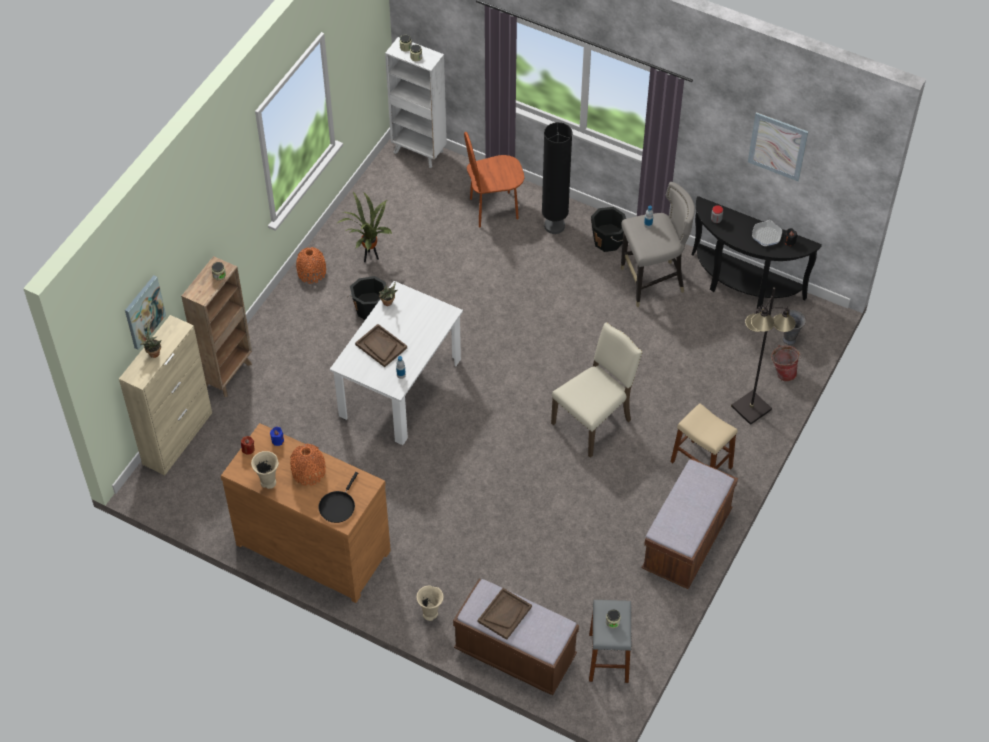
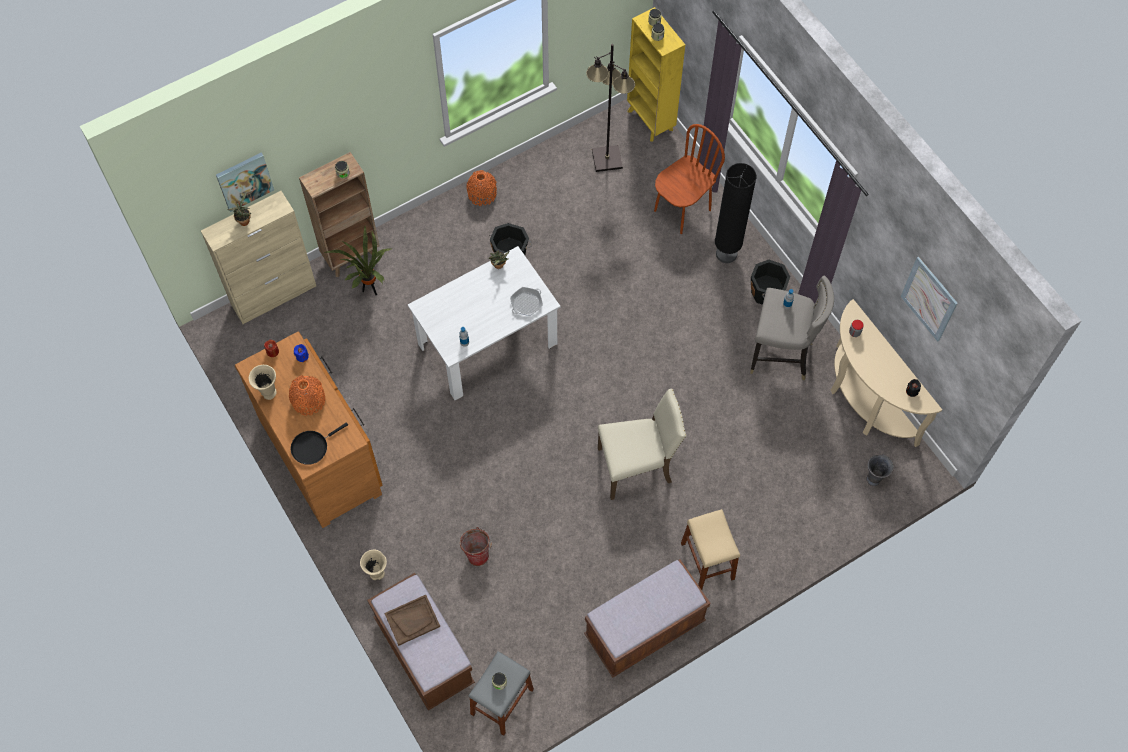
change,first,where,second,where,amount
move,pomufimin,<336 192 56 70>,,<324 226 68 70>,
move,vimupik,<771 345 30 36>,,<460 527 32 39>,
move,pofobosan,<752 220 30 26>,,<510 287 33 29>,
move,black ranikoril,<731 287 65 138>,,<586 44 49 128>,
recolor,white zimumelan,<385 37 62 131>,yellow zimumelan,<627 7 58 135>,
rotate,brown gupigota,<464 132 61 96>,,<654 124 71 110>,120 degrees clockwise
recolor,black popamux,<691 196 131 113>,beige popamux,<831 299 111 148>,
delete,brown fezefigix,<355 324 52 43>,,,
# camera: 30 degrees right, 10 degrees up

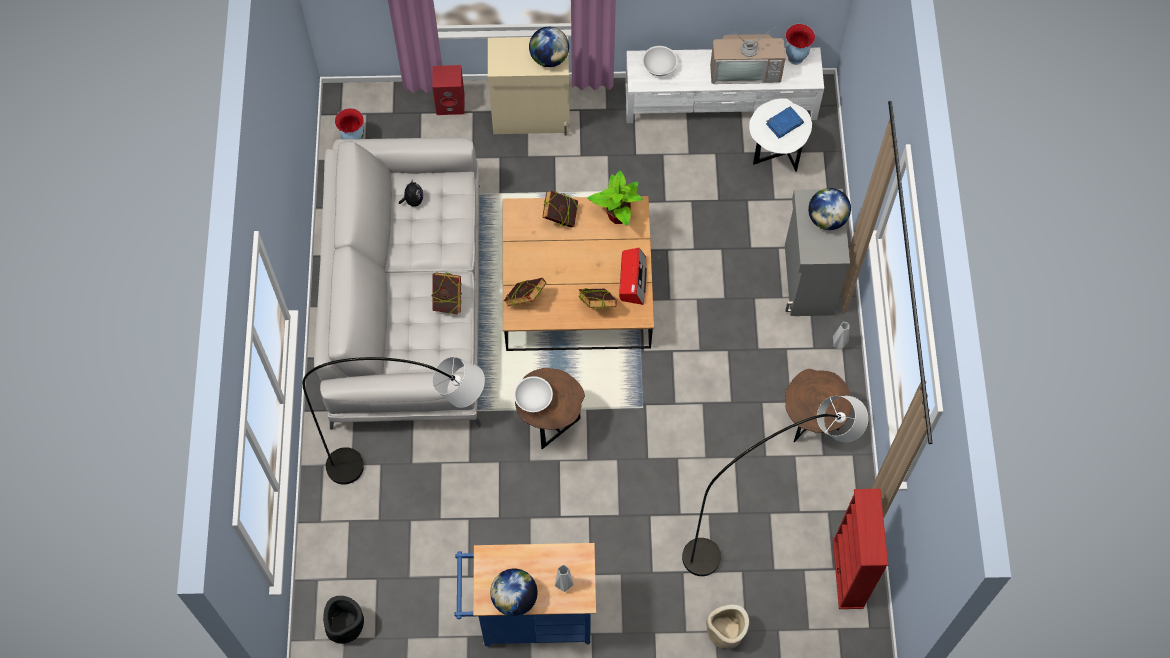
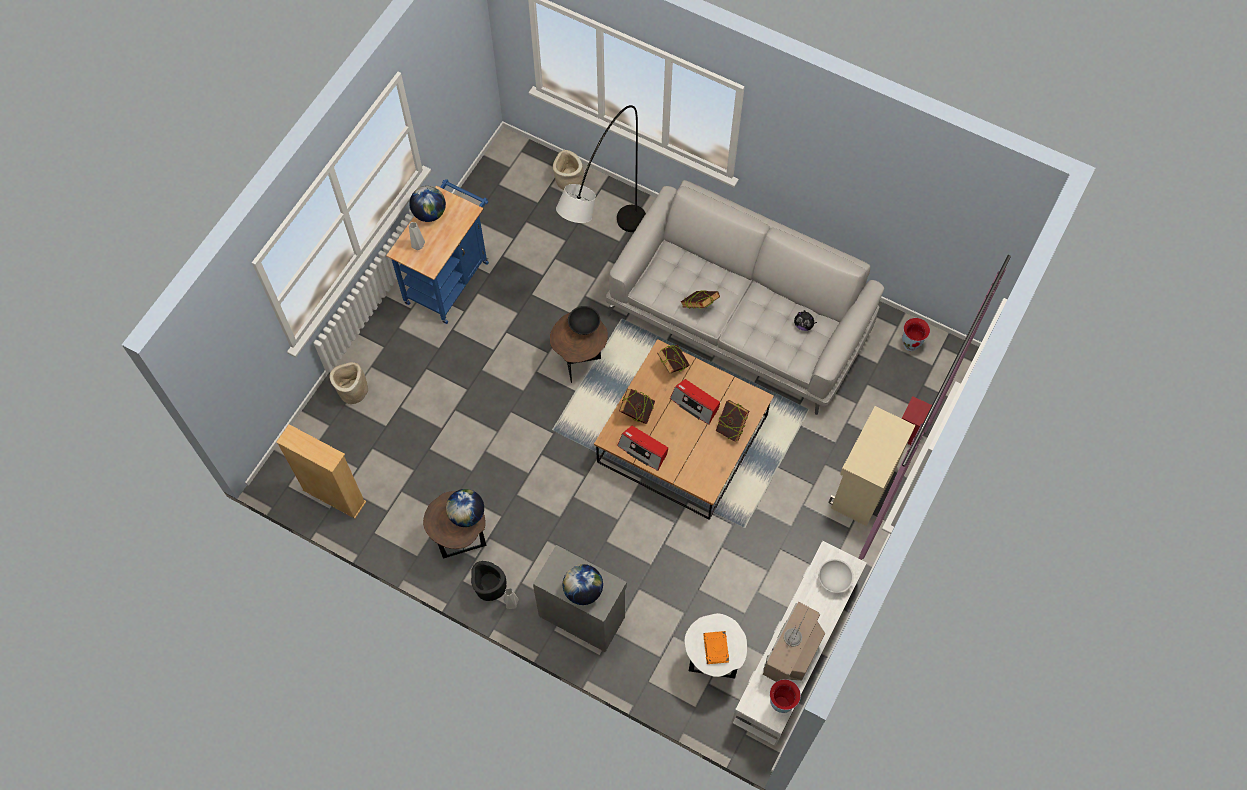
change,first,where,second,where,amount
recolor,red zimumelan,<833 489 55 120>,beige zimumelan,<276 424 91 95>,
move,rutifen,<529 27 40 40>,,<446 489 38 38>,
move,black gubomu,<323 596 41 48>,,<471 561 35 40>,
insert,,,beige gubomu,<553 150 31 40>,
recolor,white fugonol,<514 376 39 36>,black fugonol,<568 306 32 29>,
insert,,,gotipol,<670 379 50 46>,
recolor,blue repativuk,<766 106 38 32>,orange repativuk,<703 631 26 33>,
delete,pomufimin,<587 170 56 56>,,,
delete,grey ranikoril,<682 396 186 180>,,,
# camera: 120 degrees right, 0 degrees up

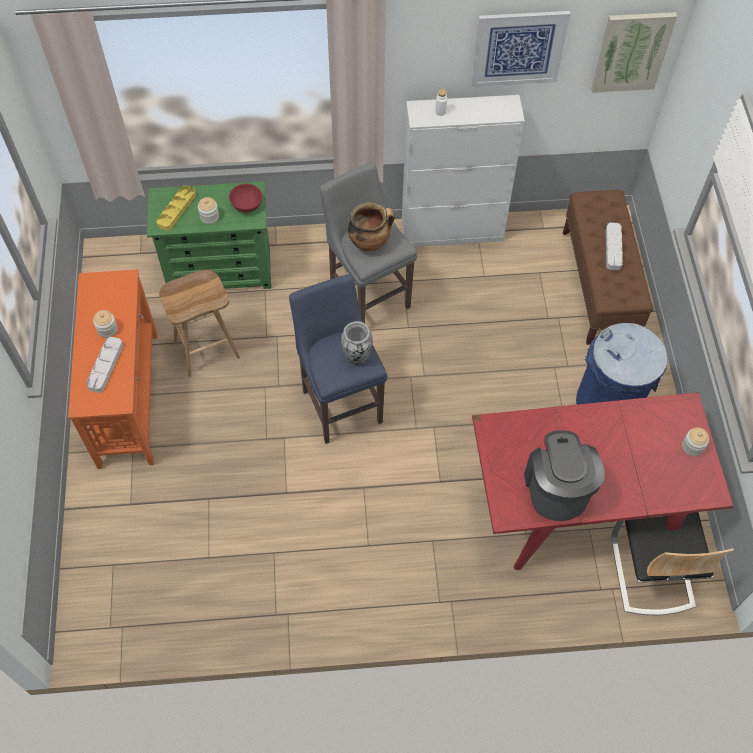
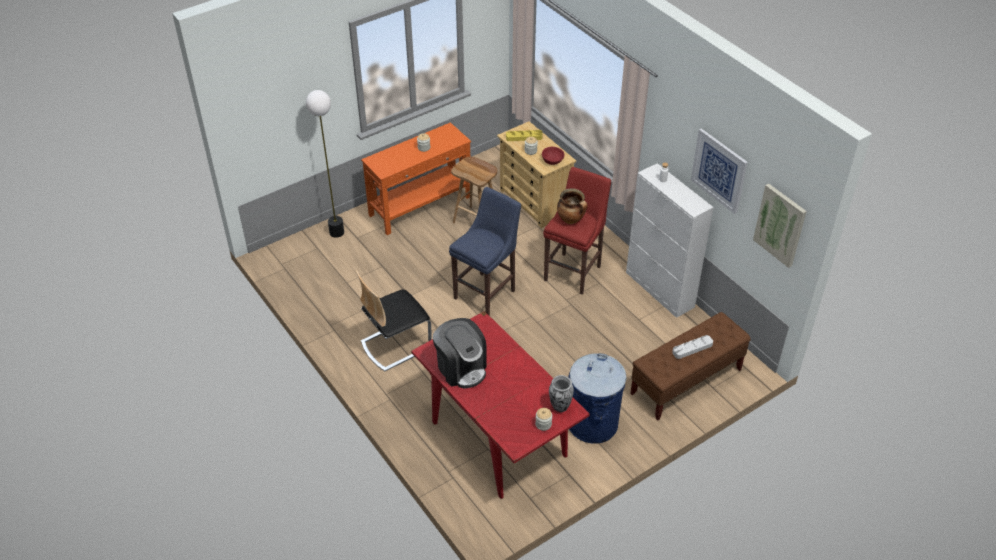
change,first,where,second,where,amount
insert,,,ranikoril,<306 90 38 148>,
move,gupigota,<611 512 123 104>,,<356 271 76 101>,
rotate,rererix,<524 430 81 91>,,<433 318 54 70>,90 degrees clockwise
recolor,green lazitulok,<147 181 124 108>,beige lazitulok,<497 121 79 107>,
recolor,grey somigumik,<320 162 97 161>,red somigumik,<543 167 68 128>,
move,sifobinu,<341 321 32 44>,,<549 375 25 37>,
delete,grey fezefigix,<86 337 37 56>,,,
# camera: 60 degrees right, 15 degrees down

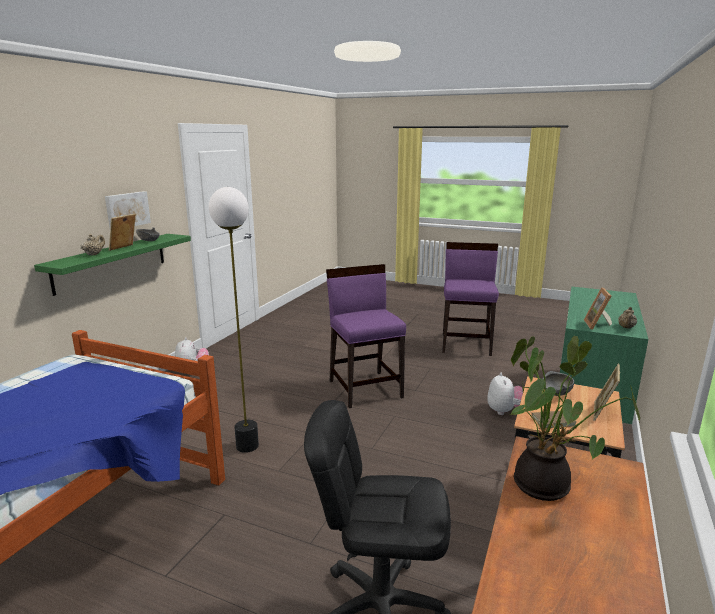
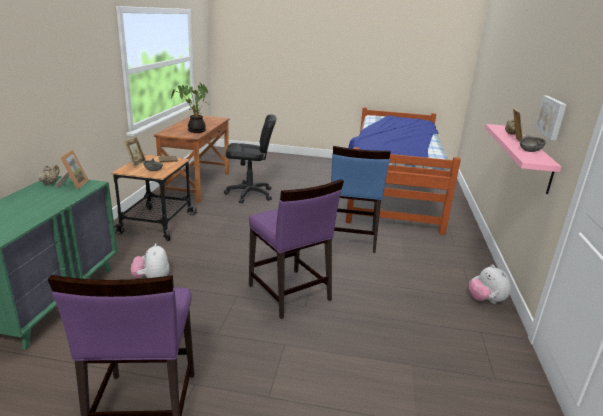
change,first,where,second,where,amount
replace,ranikoril,<209 187 50 266>,blue gupigota,<331 146 60 107>,
recolor,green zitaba,<34 234 157 62>,pink zitaba,<485 124 77 70>,
# camera: 165 degrees right, 5 degrees up

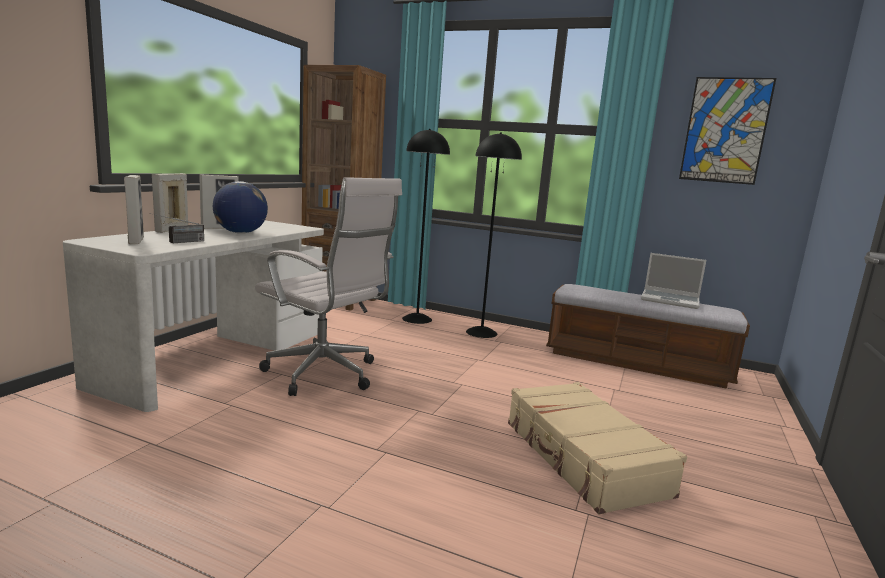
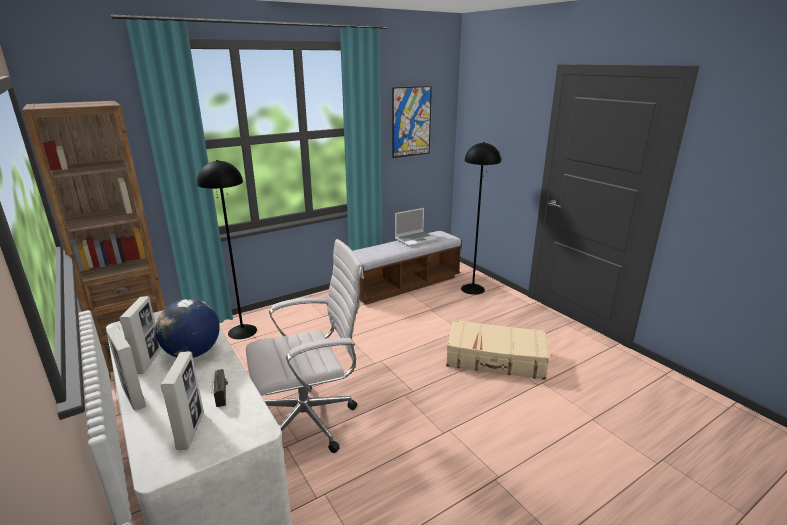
change,first,where,second,where,amount
rotate,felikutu,<124 175 20 69>,,<161 351 43 99>,75 degrees clockwise
move,black ranikoril,<466 132 56 206>,,<461 142 40 153>,
# camera: 55 degrees left, 10 degrees up

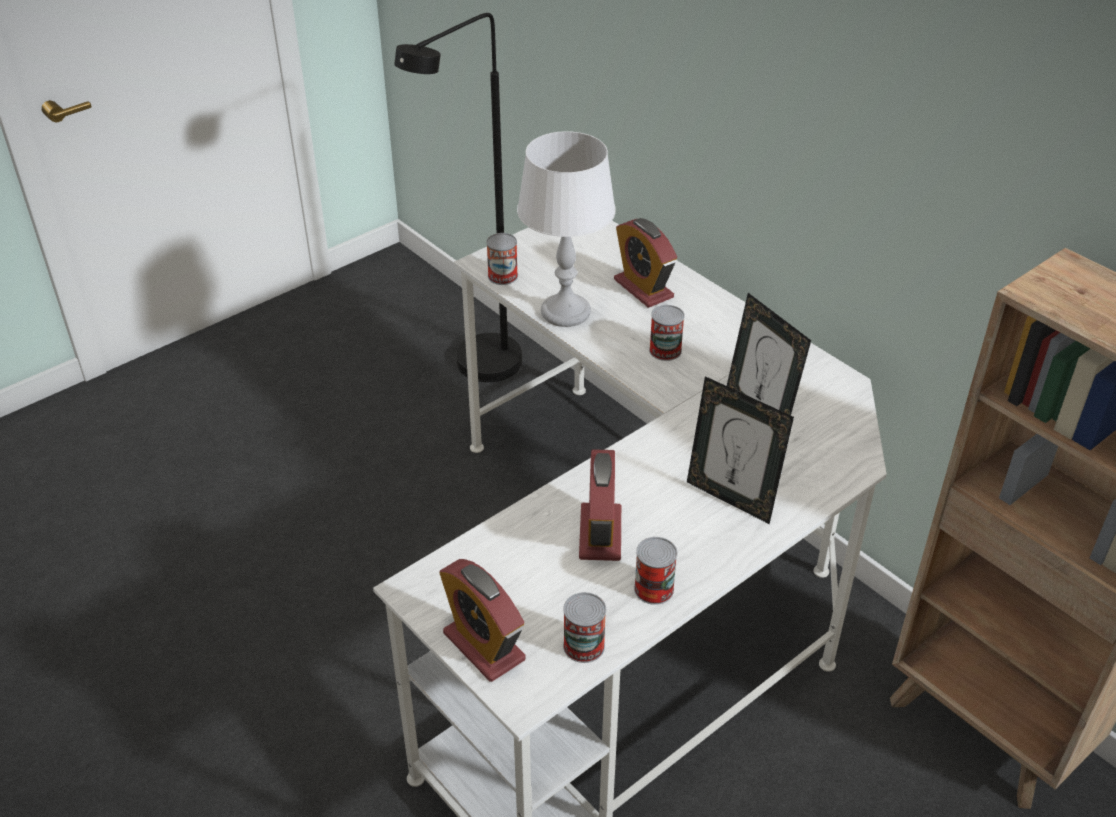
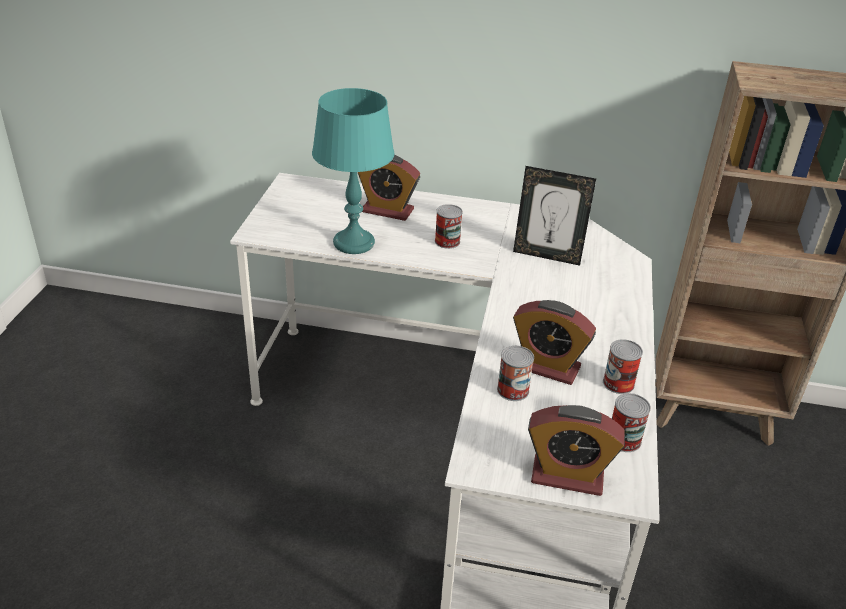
change,first,where,second,where,amount
recolor,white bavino,<517 131 99 196>,turquoise bavino,<312 88 82 166>,
move,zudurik,<486 233 32 52>,,<497 346 37 55>,
rotate,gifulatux,<579 449 42 112>,,<513 300 83 85>,150 degrees clockwise
delete,black ranikoril,<394 13 128 369>,,,
delete,felikutu,<687 376 107 148>,,,
# camera: 40 degrees left, 5 degrees down

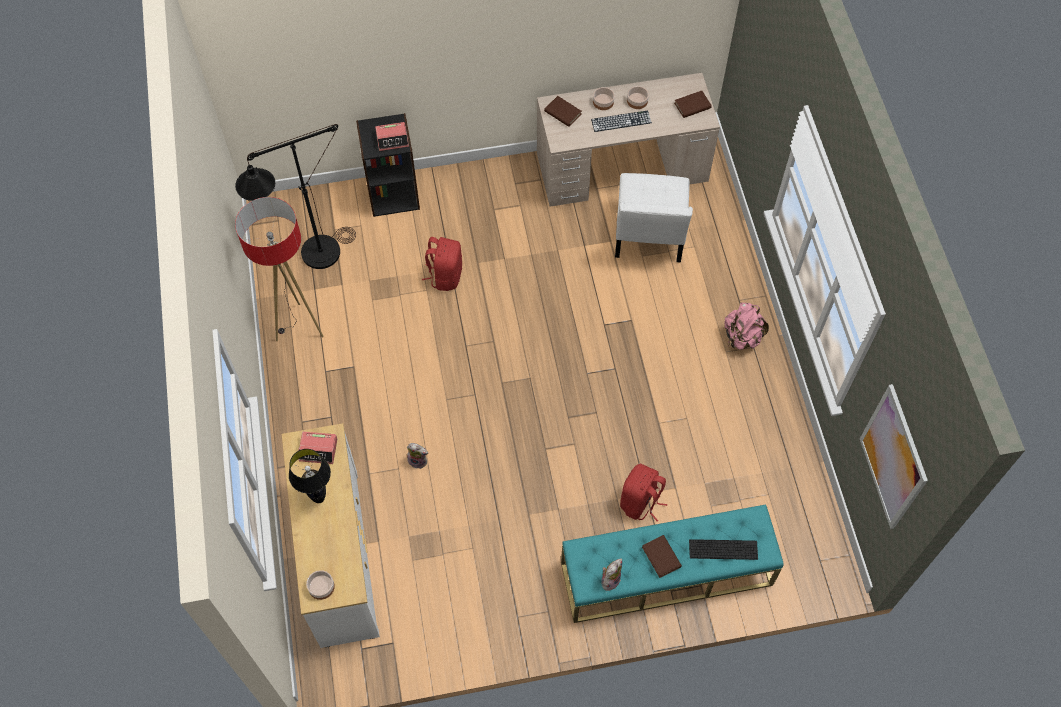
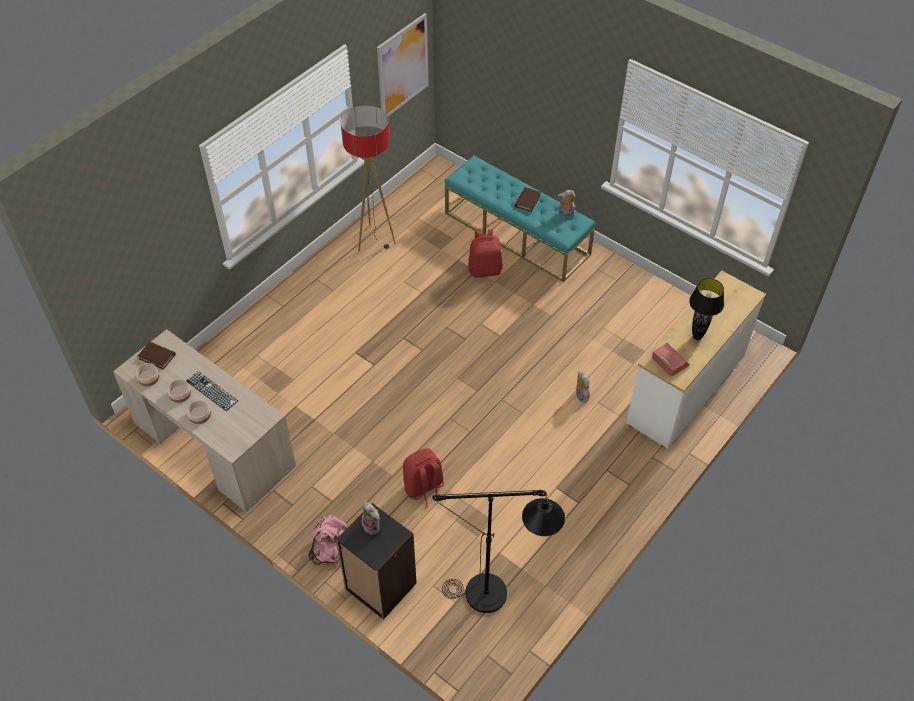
change,first,where,second,where,amount
move,fugonol,<306 570 29 30>,,<135 363 24 23>,
move,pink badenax,<724 302 45 47>,,<309 515 39 50>,
move,ranikoril,<235 197 89 144>,,<341 105 55 147>,
replace,gifulatux,<375 122 34 29>,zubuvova,<362 502 18 33>,
delete,brown repativuk,<544 96 38 31>,,,
delete,white gupigota,<615 173 78 90>,,,
delete,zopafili,<689 539 69 21>,,,
# camera: 130 degrees left, 10 degrees down

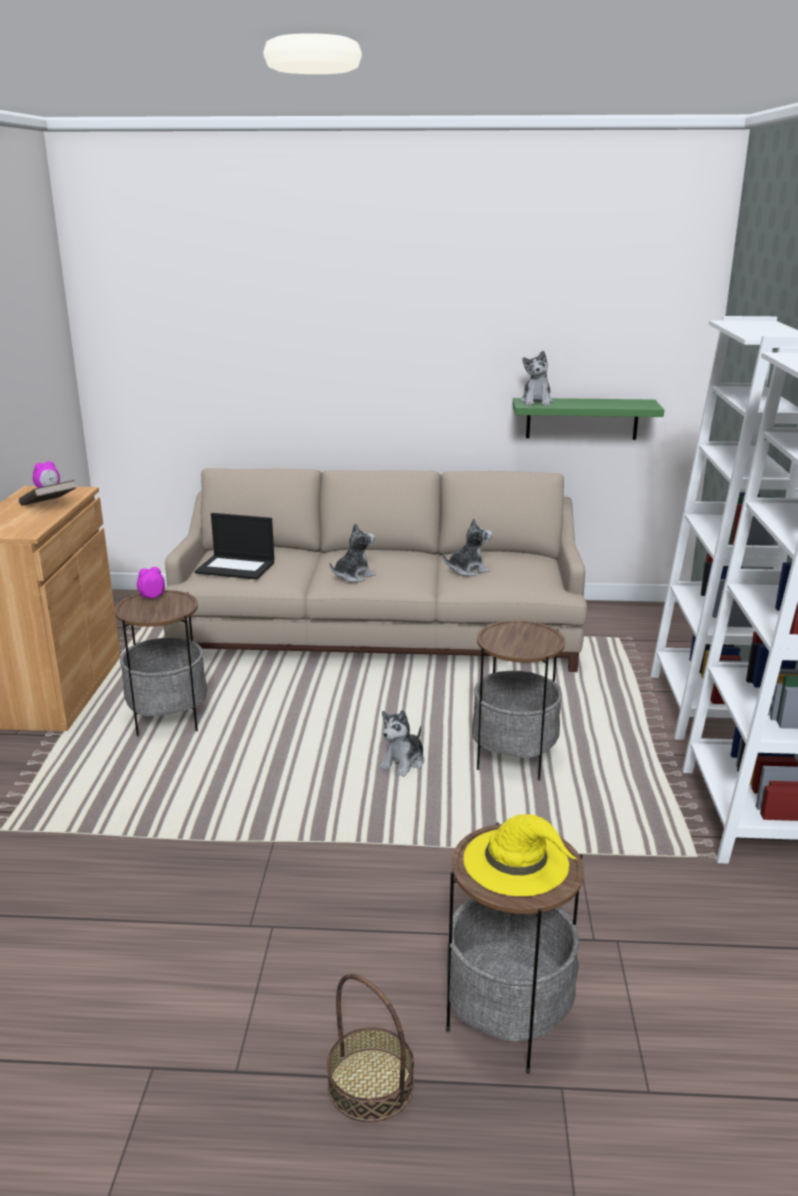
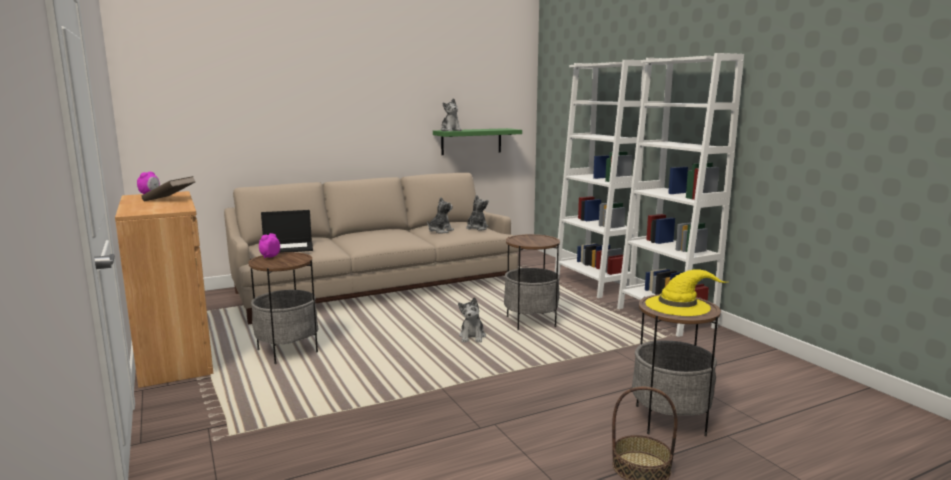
change,first,where,second,where,amount
move,zubuvova,<329 523 47 60>,,<466 195 23 36>,
# camera: 30 degrees left, 10 degrees down

